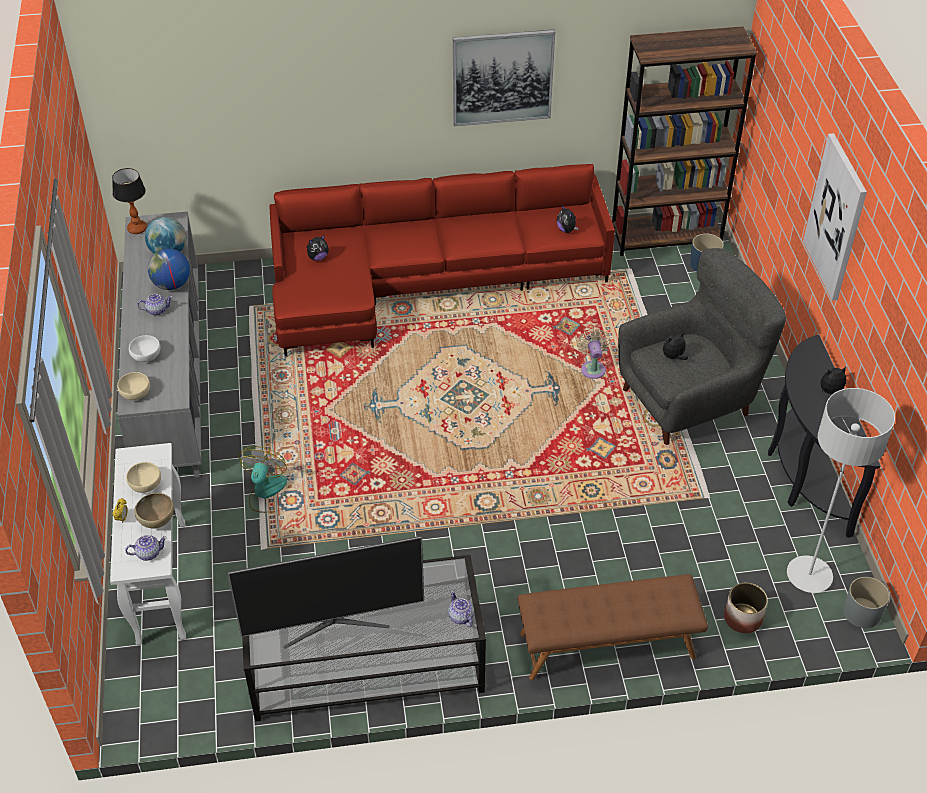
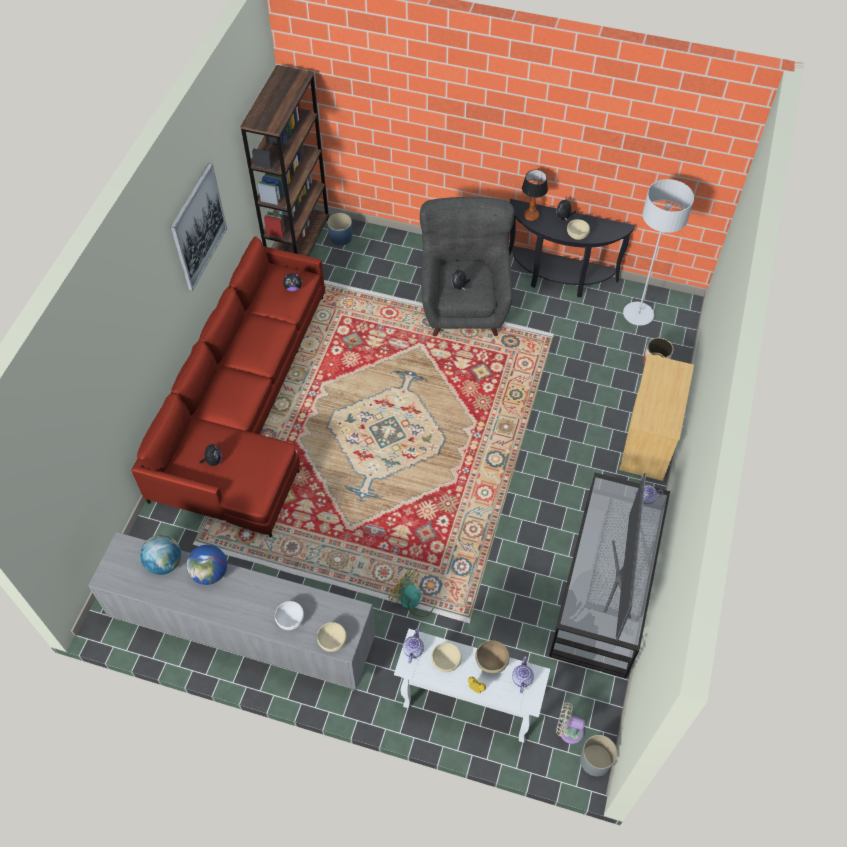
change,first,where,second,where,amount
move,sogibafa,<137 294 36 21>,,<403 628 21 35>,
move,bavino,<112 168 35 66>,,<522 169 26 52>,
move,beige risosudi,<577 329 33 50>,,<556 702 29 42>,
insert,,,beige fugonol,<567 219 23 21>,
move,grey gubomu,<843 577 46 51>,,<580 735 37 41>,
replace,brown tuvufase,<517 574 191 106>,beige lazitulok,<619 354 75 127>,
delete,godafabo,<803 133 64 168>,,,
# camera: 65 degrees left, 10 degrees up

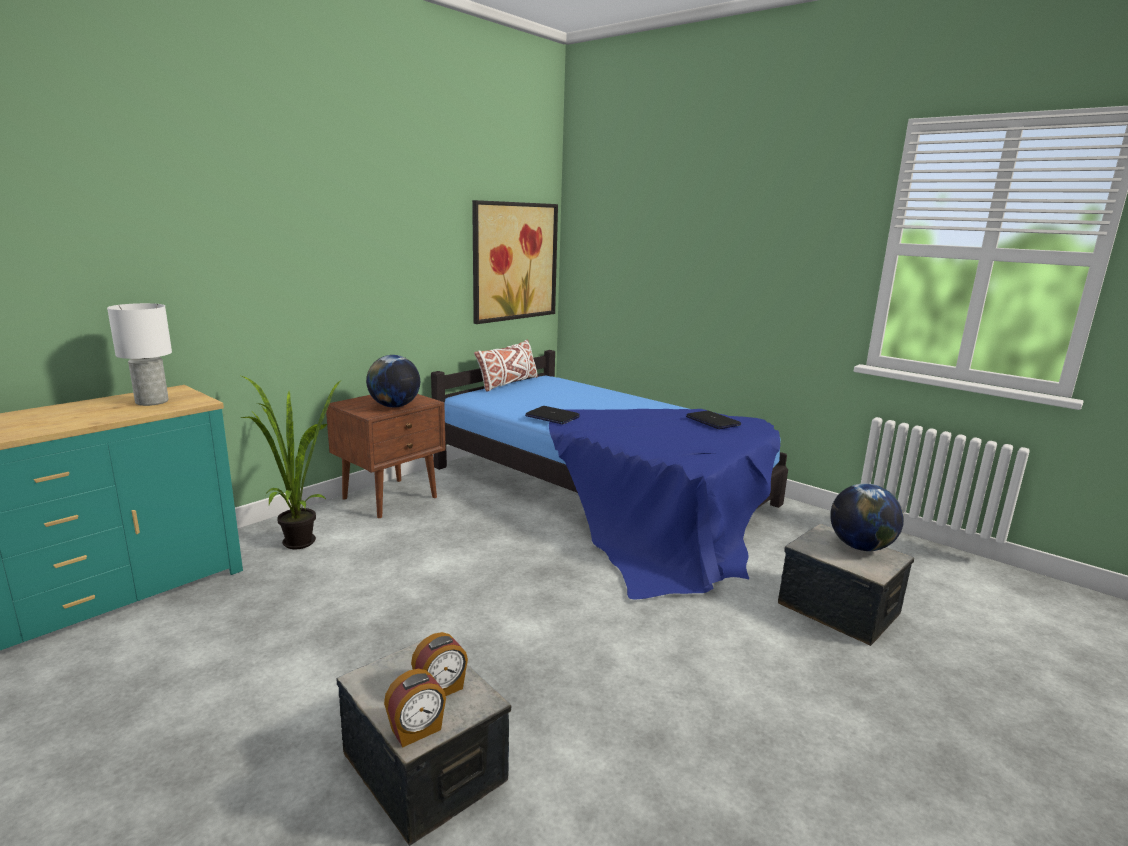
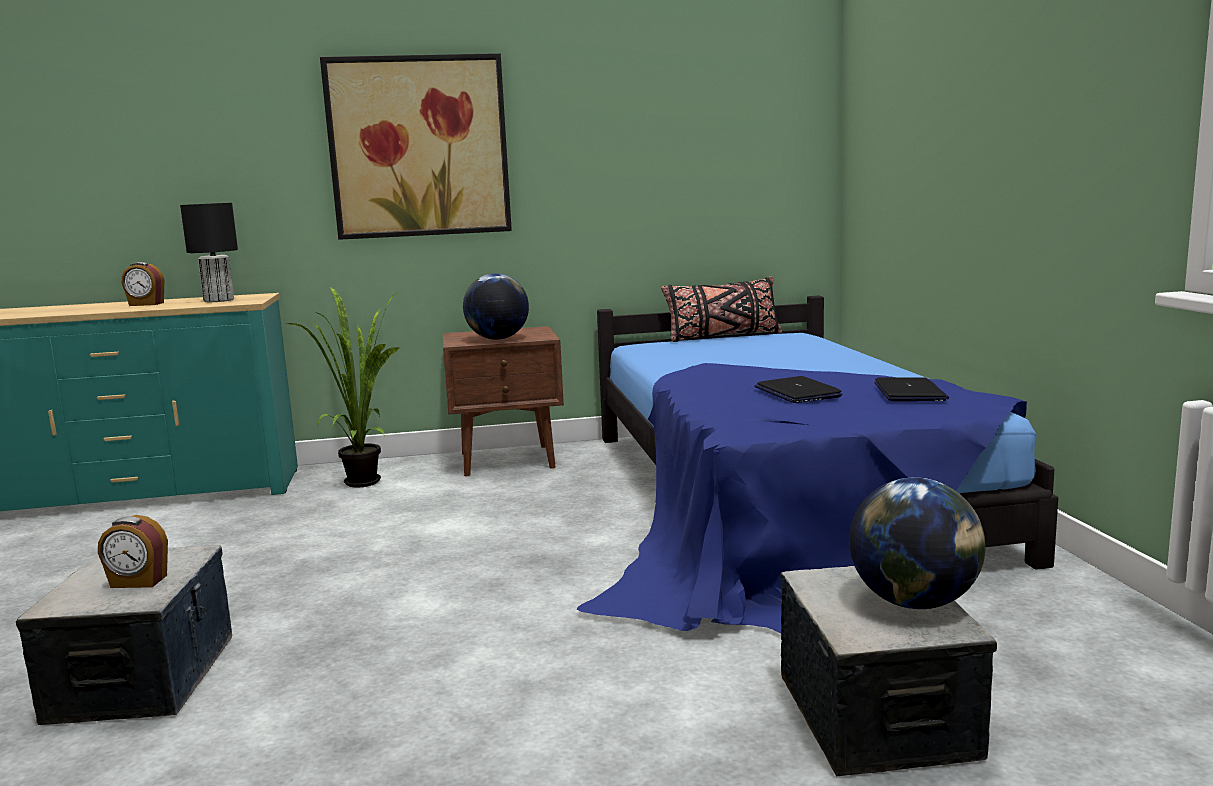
change,first,where,second,where,amount
move,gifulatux,<384 669 62 78>,,<122 262 42 44>,
recolor,white bavino,<107 303 65 103>,black bavino,<180 203 58 99>,
move,godafabo,<472 200 86 124>,,<320 53 192 187>,
recolor,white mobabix,<474 339 64 53>,black mobabix,<661 277 121 65>,
move,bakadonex,<525 406 55 19>,,<755 376 87 27>,
# camera: 40 degrees right, 5 degrees down

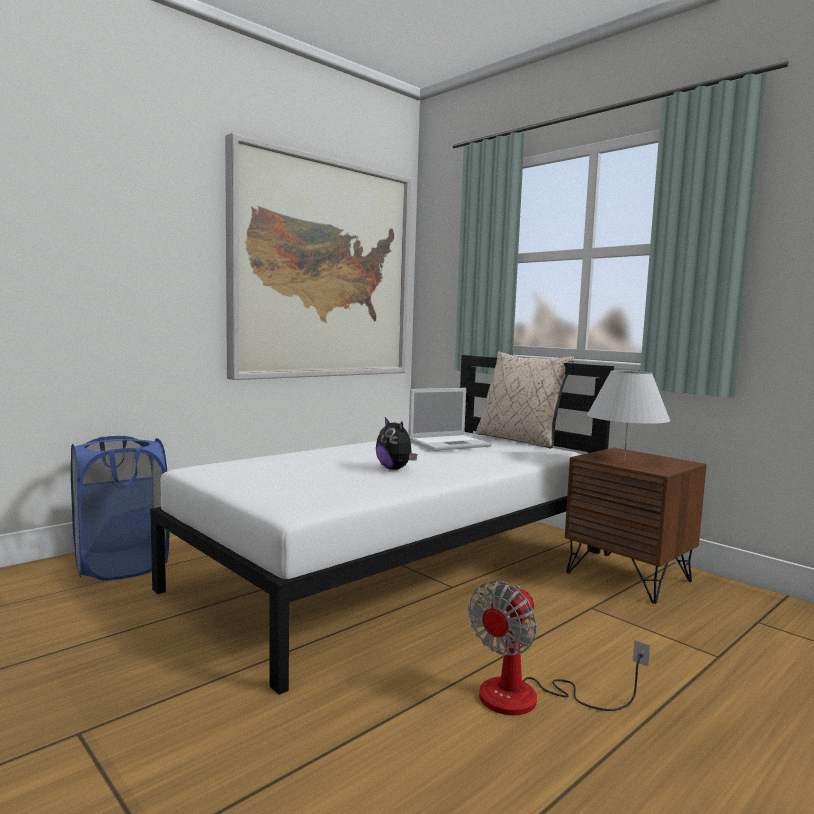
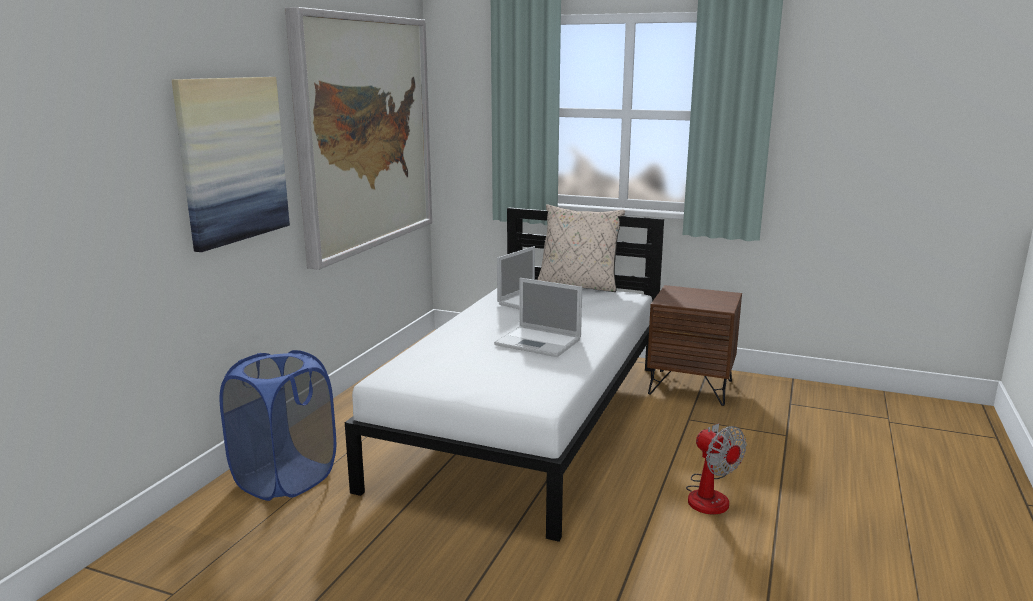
change,first,where,second,where,amount
insert,,,godafabo,<172 77 118 175>,
replace,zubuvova,<376 417 41 53>,bakadonex,<494 278 88 79>,
rotate,risosudi,<468 581 182 134>,,<686 423 61 92>,45 degrees counterclockwise
delete,white bavino,<587 371 83 89>,,,
# camera: 25 degrees left, 10 degrees up

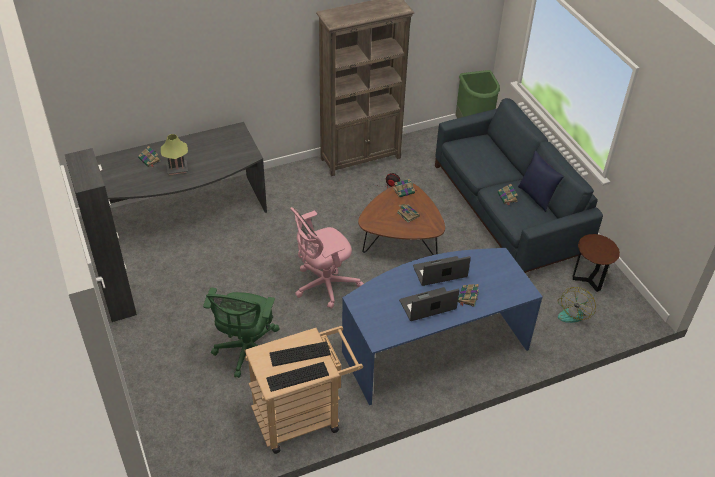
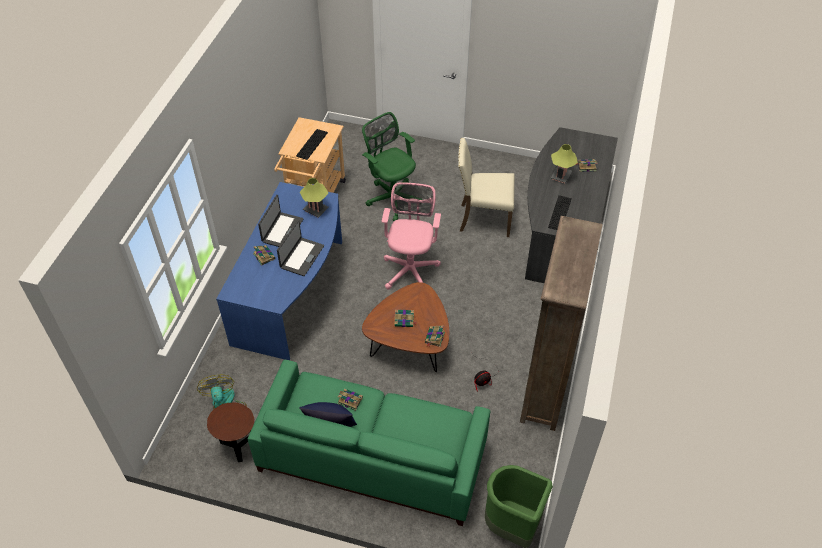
change,first,where,second,where,amount
recolor,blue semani,<435 98 168 176>,green semani,<248 360 242 166>,
insert,,,bavino,<300 178 29 40>,
insert,,,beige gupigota,<458 138 57 99>,
move,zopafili,<266 362 63 30>,,<548 195 24 35>,
delete,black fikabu,<64 148 73 174>,,,
# camera: 130 degrees right, 5 degrees up

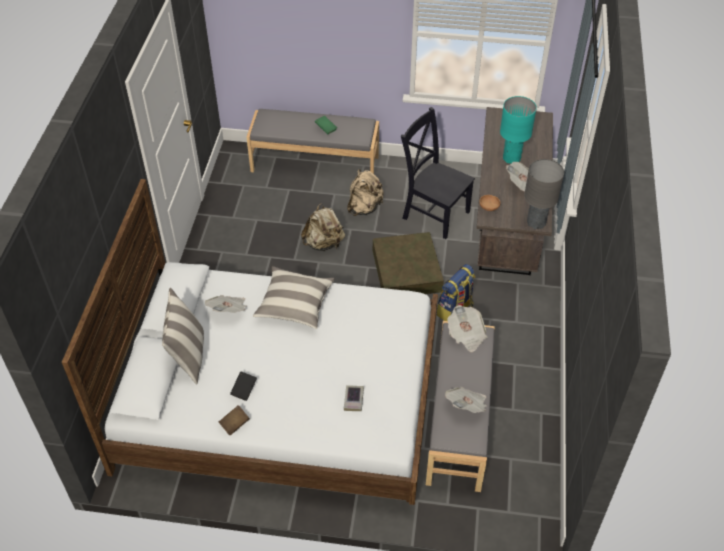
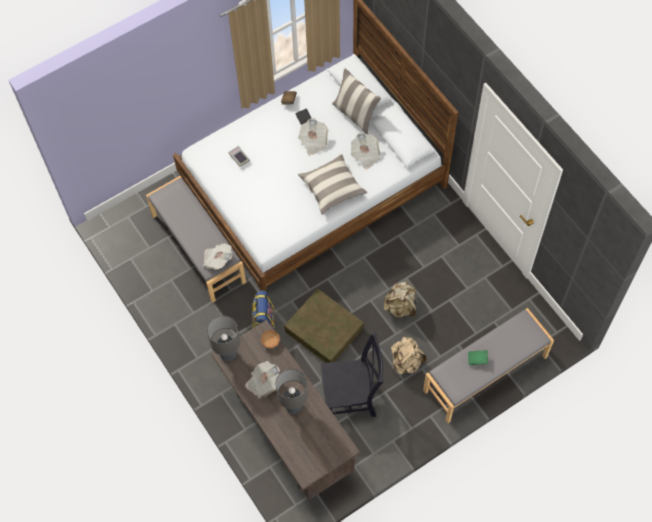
change,first,where,second,where,amount
recolor,turquoise bavino,<500 96 37 68>,grey bavino,<275 369 33 45>,
move,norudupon,<445 387 42 26>,,<298 118 30 37>,
# camera: 140 degrees right, 15 degrees up

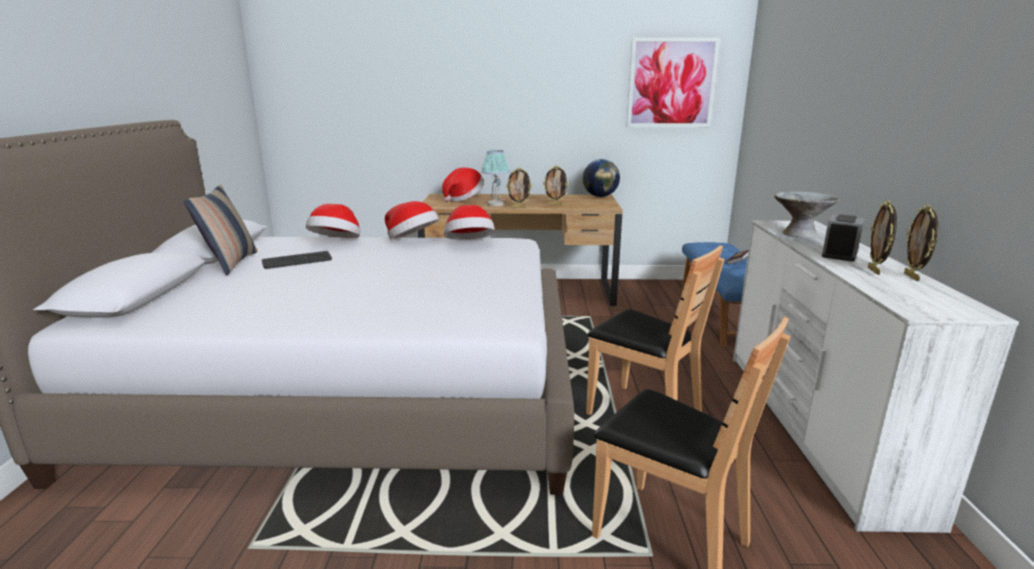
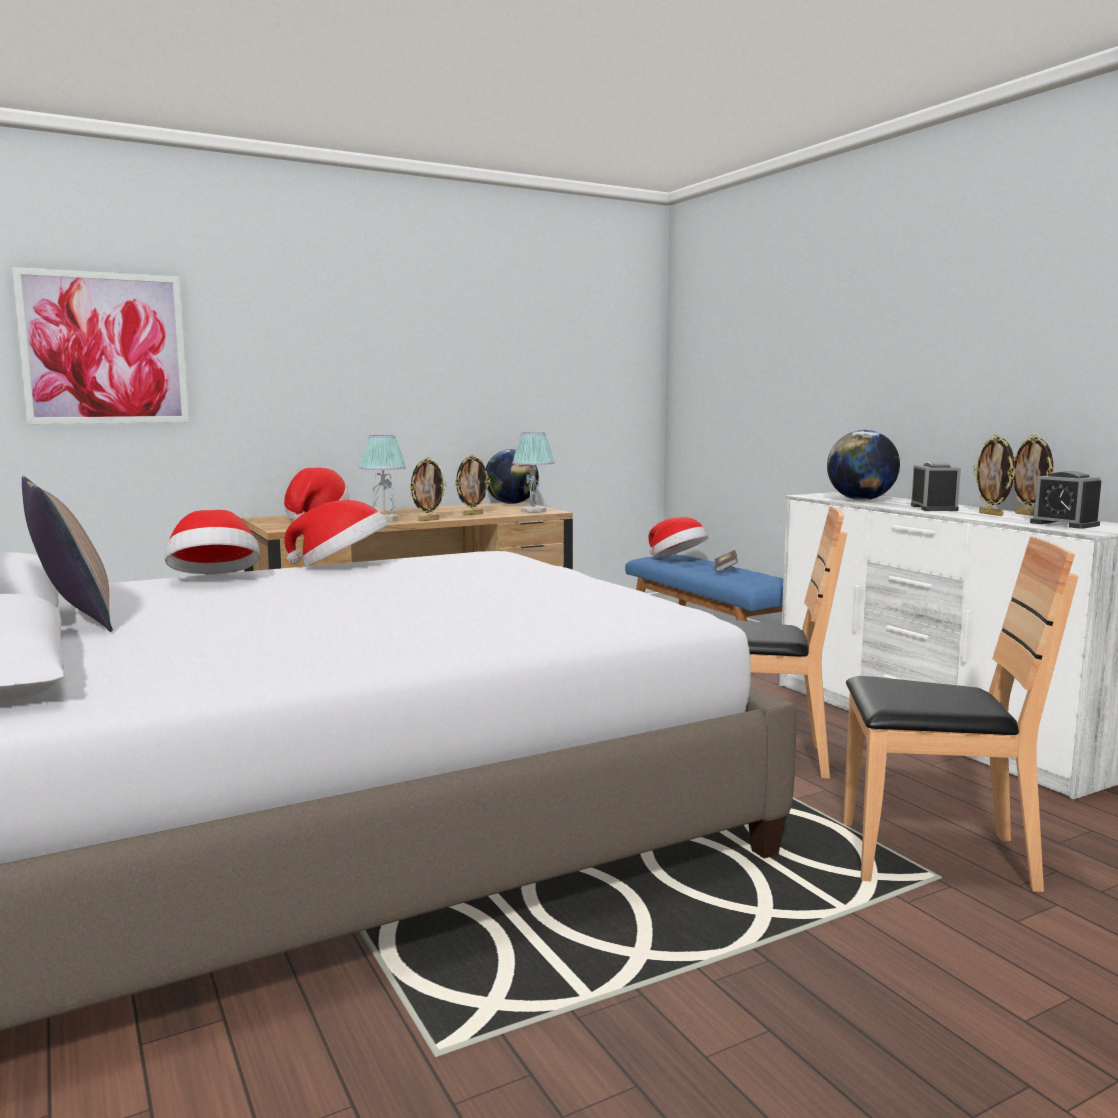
change,first,where,second,where,amount
move,godafabo,<627 38 93 89>,,<12 267 177 157>,
insert,,,bavino,<512 432 43 81>,
move,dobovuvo,<444 205 51 34>,,<649 517 59 40>,
replace,grey fugonol,<774 191 65 47>,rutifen,<827 430 73 70>,
insert,,,gifulatux,<1030 471 71 58>,
delete,zopafili,<262 251 70 18>,,,
# camera: 30 degrees left, 10 degrees down

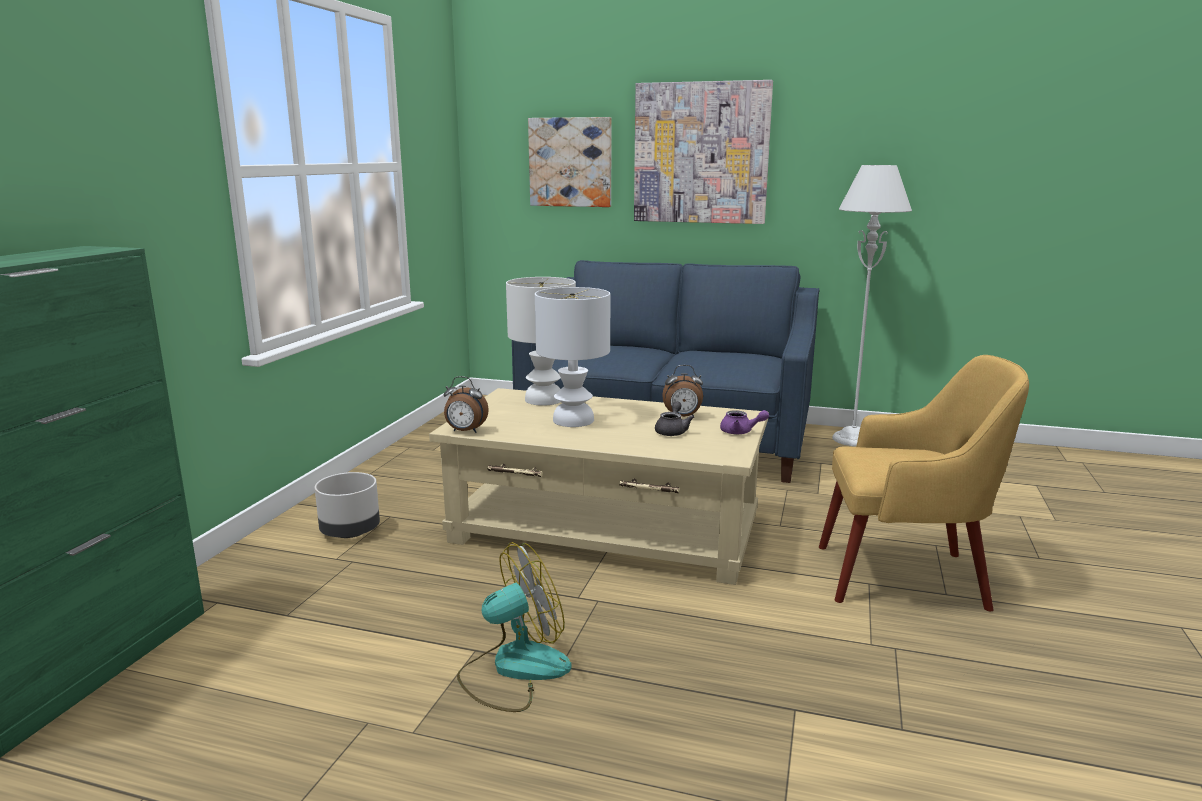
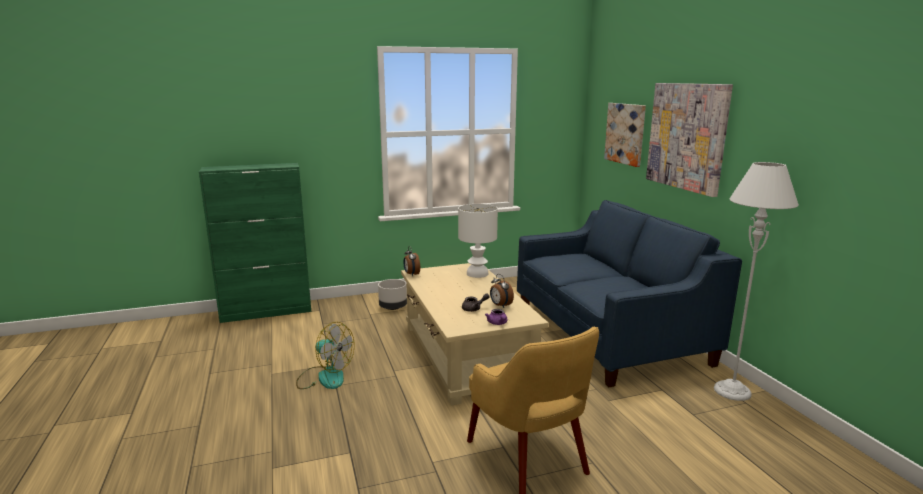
change,first,where,second,where,amount
delete,white bavino,<535 287 75 140>,,,
# camera: 55 degrees right, 0 degrees up

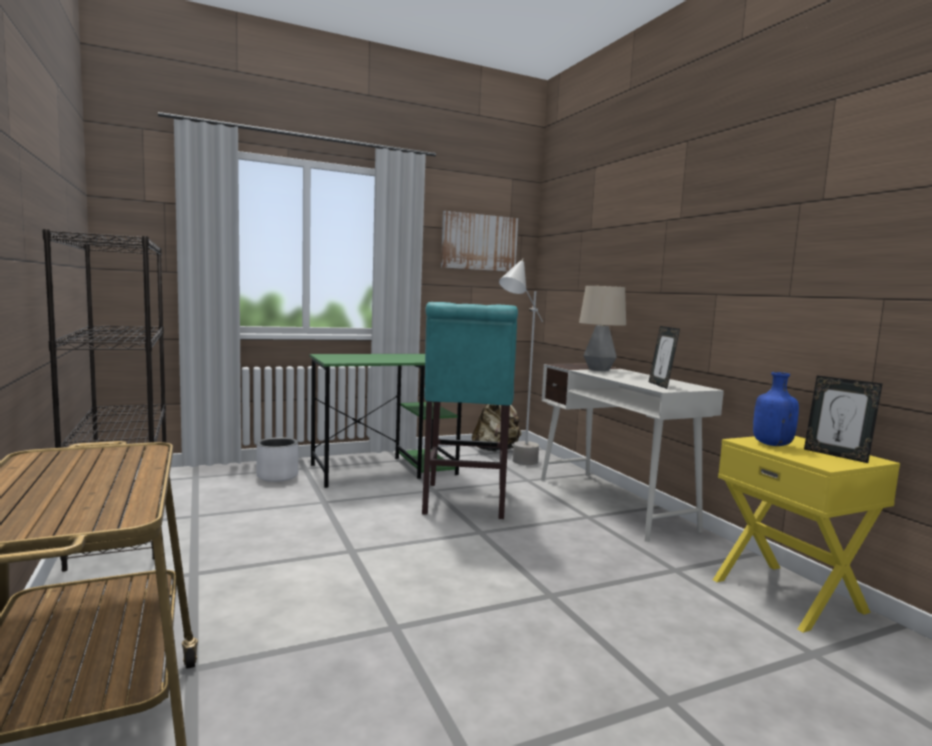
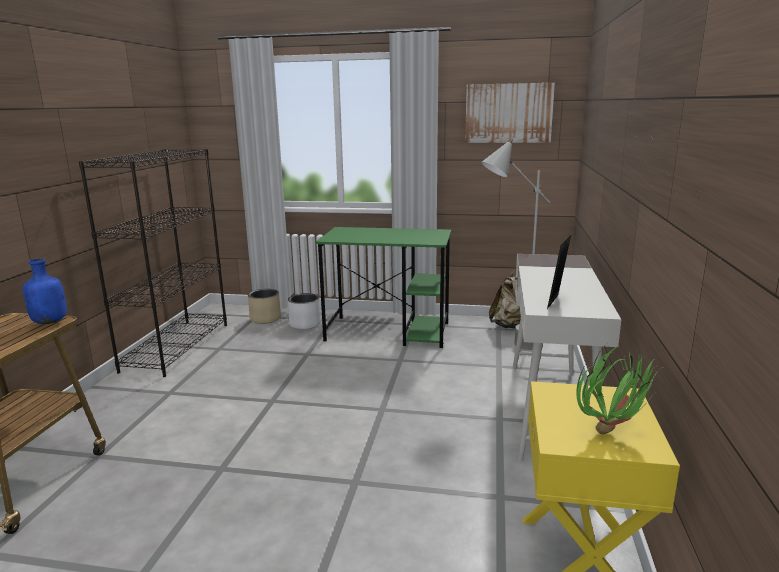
change,first,where,second,where,amount
move,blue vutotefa,<753 372 46 74>,,<23 258 44 66>,
insert,,,beige gubomu,<248 289 33 35>,
replace,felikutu,<804 375 78 88>,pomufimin,<576 342 86 92>,
delete,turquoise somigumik,<422 302 96 217>,,,
delete,bavino,<579 286 47 85>,,,
# camera: 35 degrees right, 10 degrees up

